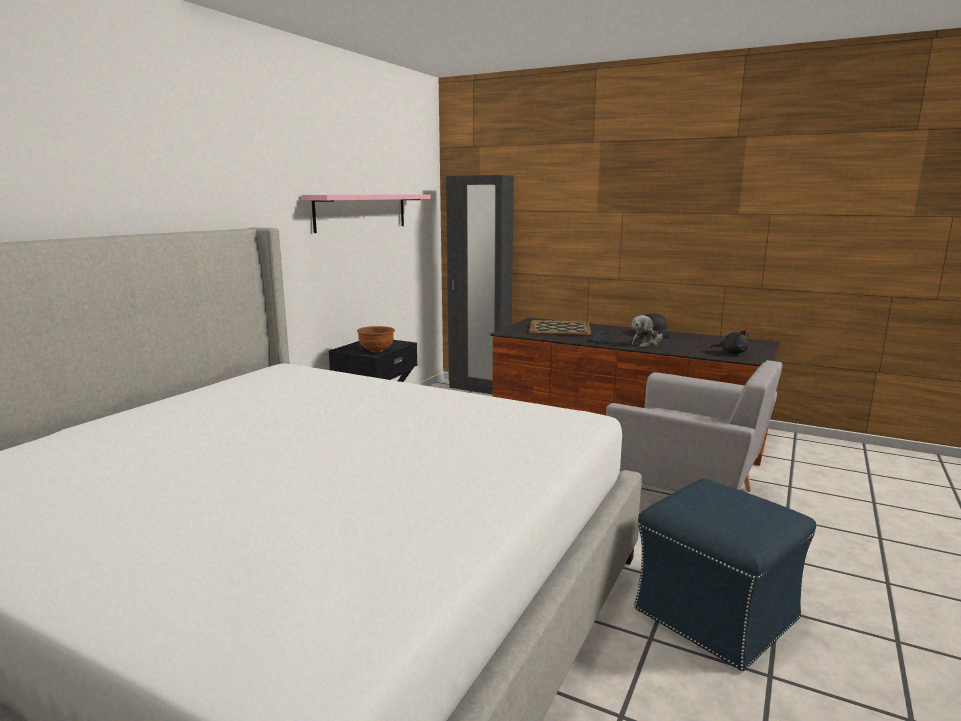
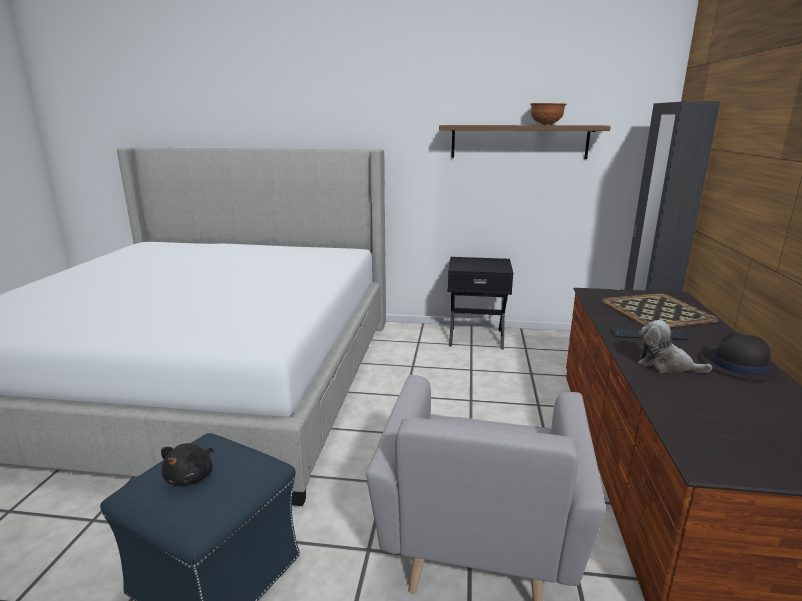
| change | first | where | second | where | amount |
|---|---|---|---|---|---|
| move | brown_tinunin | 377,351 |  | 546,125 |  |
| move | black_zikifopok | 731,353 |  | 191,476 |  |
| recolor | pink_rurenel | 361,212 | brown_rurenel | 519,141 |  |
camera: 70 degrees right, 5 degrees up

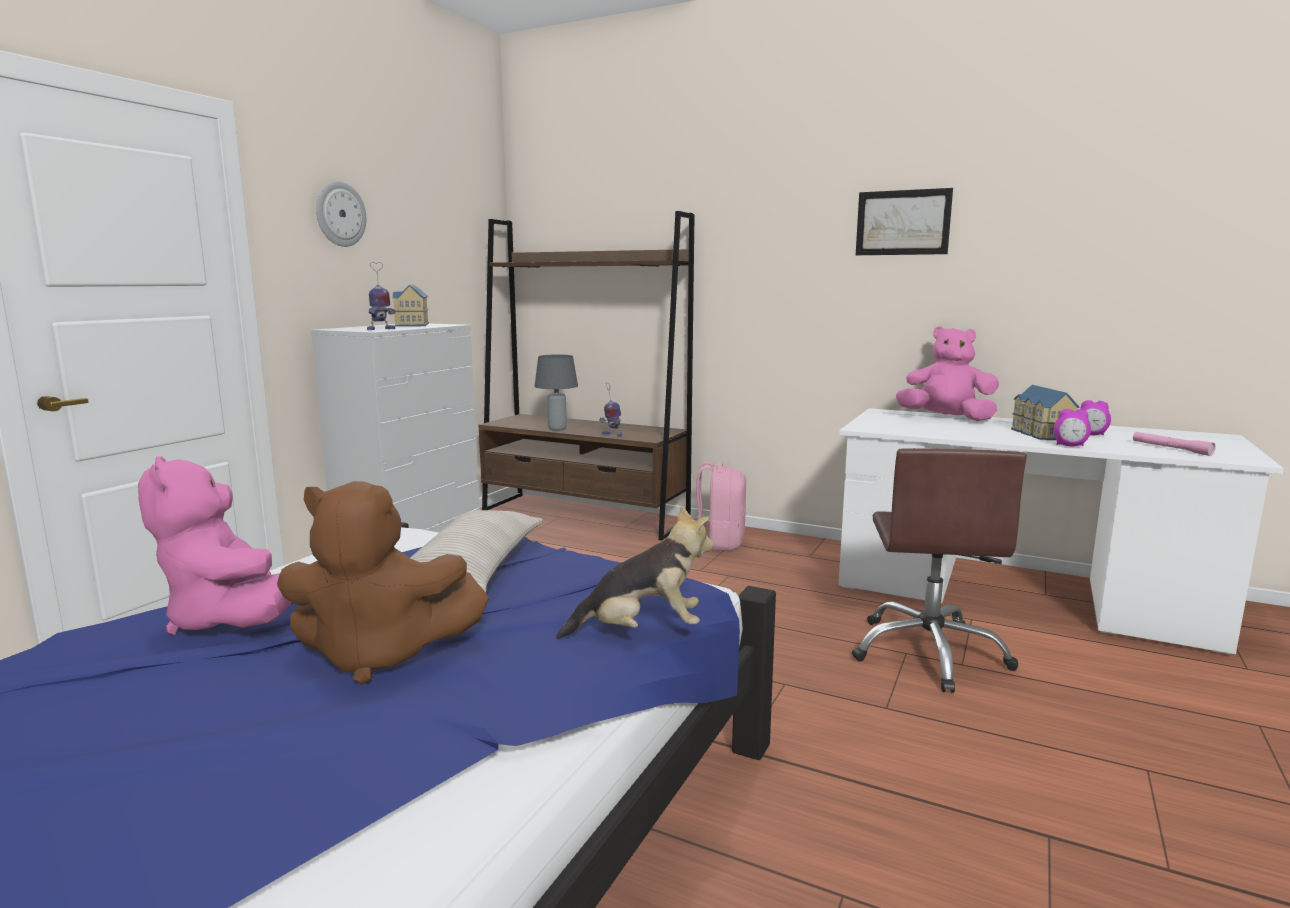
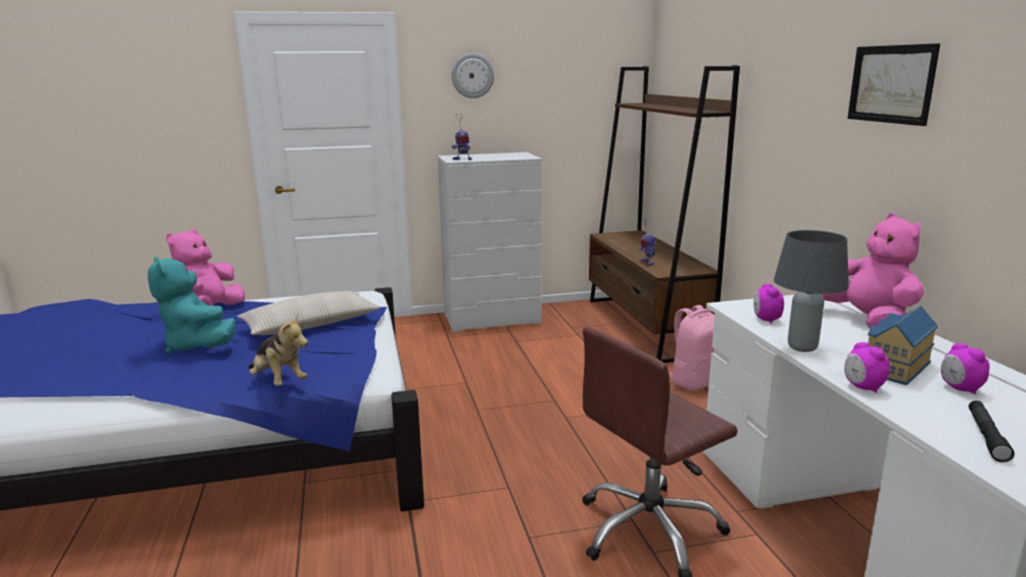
| change | first | where | second | where | amount |
|---|---|---|---|---|---|
| delete | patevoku | 411,325 |  |  |  |
| insert |  |  | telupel | 766,319 |  |
| move | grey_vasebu | 556,429 |  | 801,347 |  |
| recolor | brown_zikifopok | 380,655 | turquoise_zikifopok | 198,346 |  |
| recolor | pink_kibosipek | 1171,449 | black_kibosipek | 986,436 |  |
camera: 50 degrees right, 5 degrees up

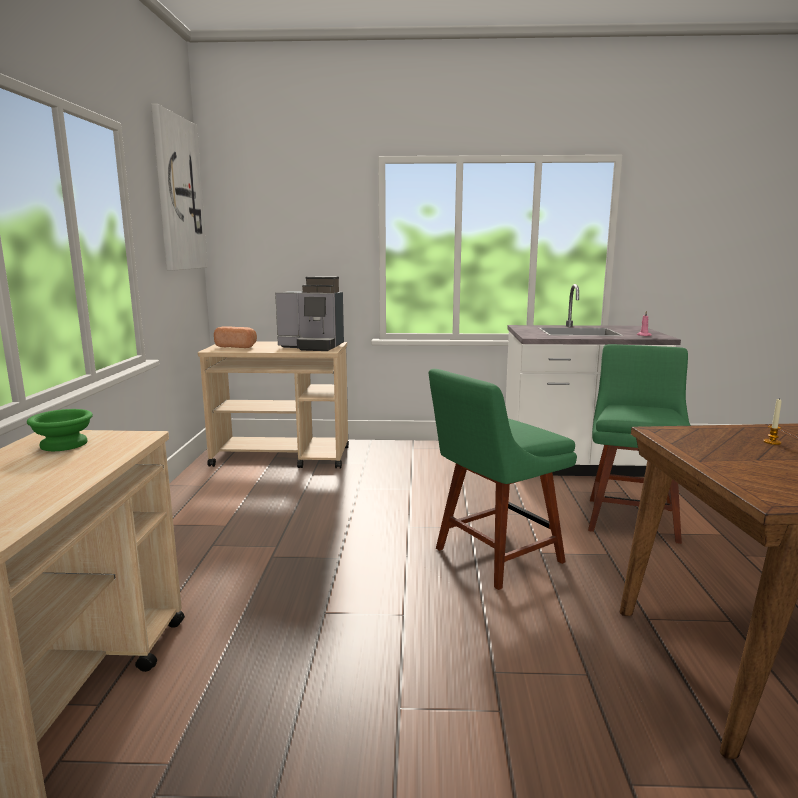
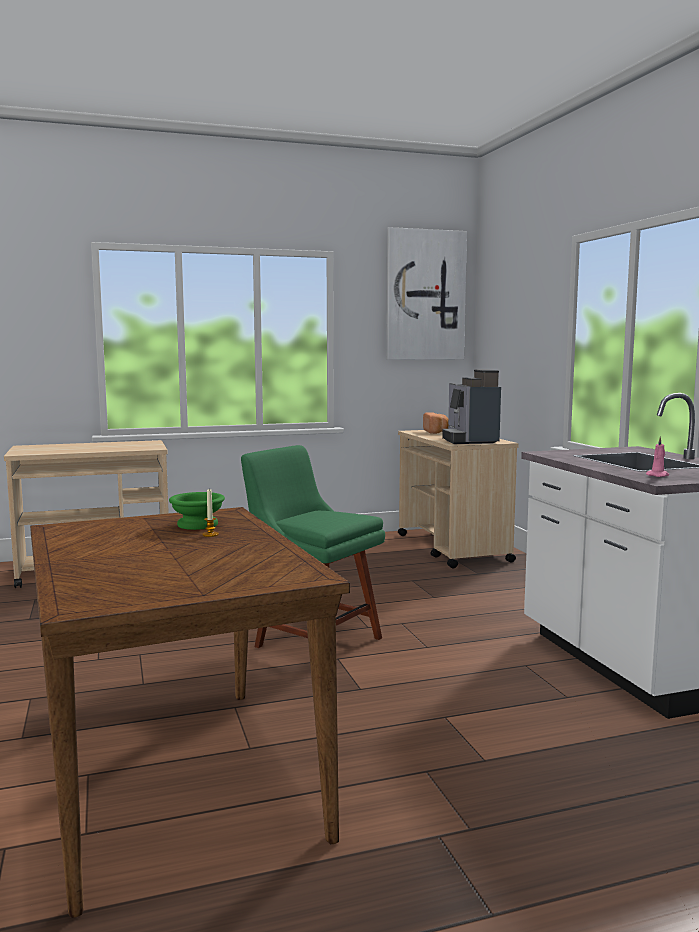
| change | first | where | second | where | amount |
|---|---|---|---|---|---|
| delete | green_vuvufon | 631,517 |  |  |  |
| move | green_tinunin | 64,444 |  | 199,524 |  |
camera: 70 degrees right, 5 degrees down

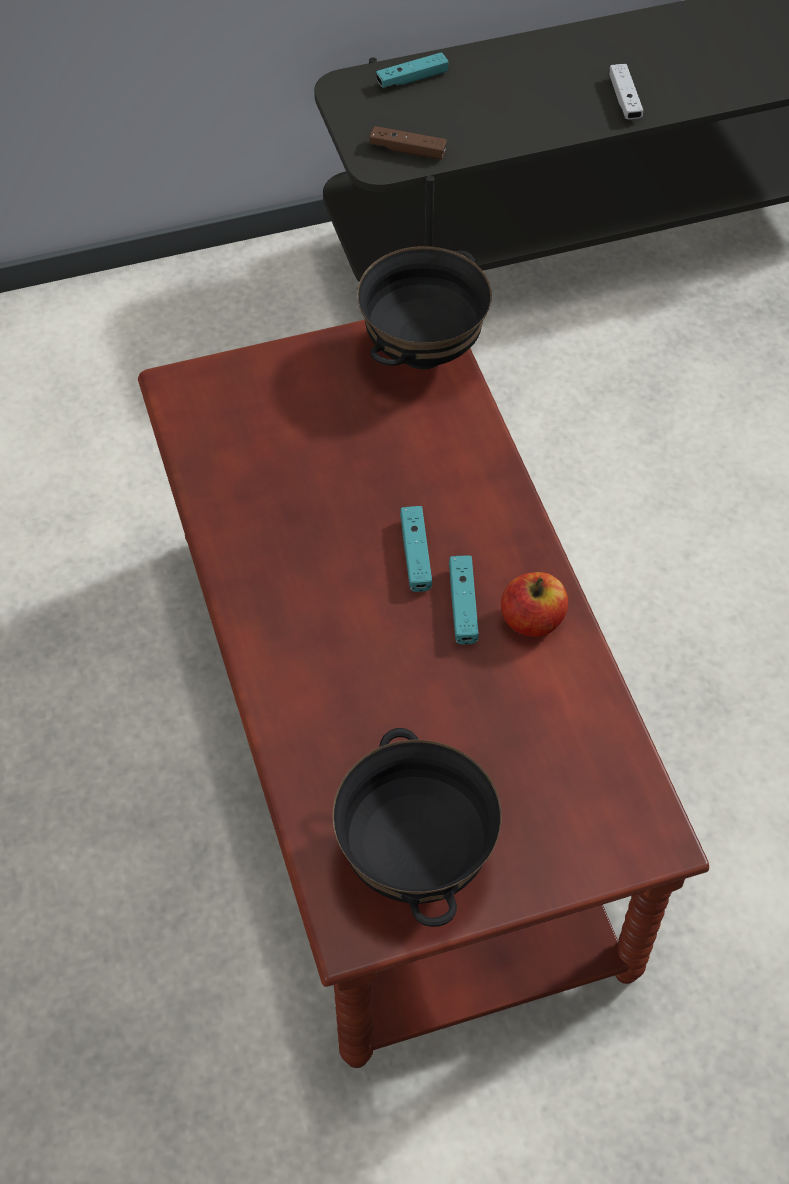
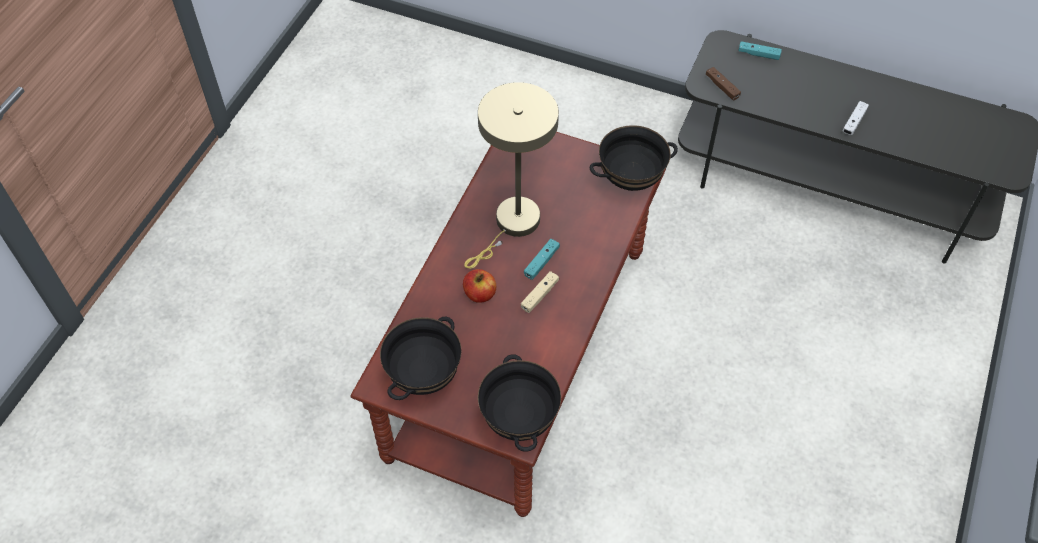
| change | first | where | second | where | amount |
|---|---|---|---|---|---|
| insert |  |  | beige_vasebu | 513,225 |  |
| insert |  |  | black_tinunin | 518,420 |  |
| move | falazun | 532,620 |  | 479,294 |  |
| recolor | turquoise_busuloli | 463,605 | beige_busuloli | 539,295 |  |
camera: 40 degrees right, 0 degrees up

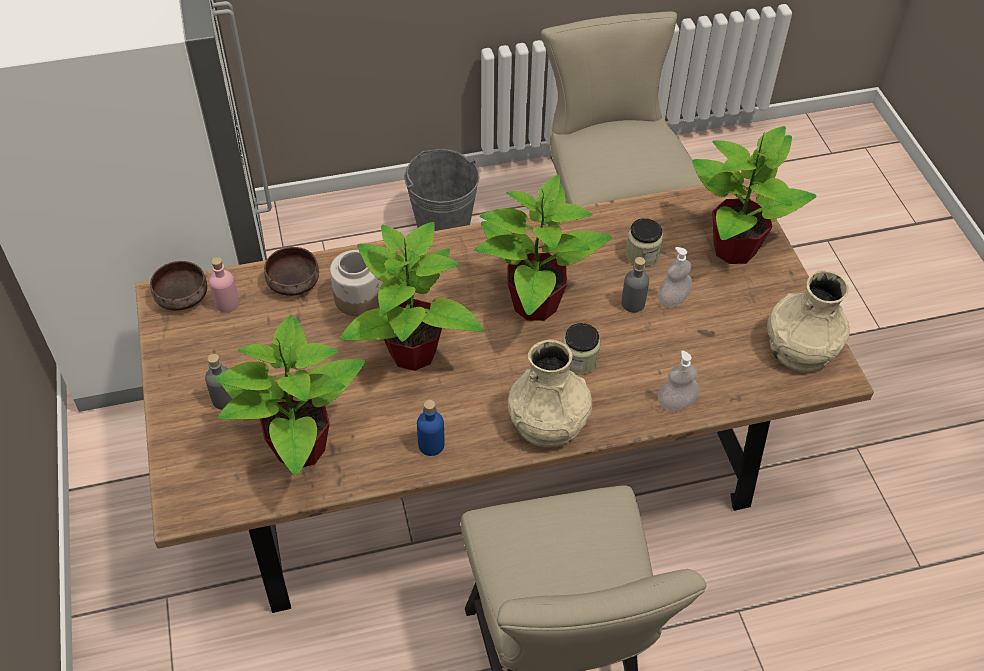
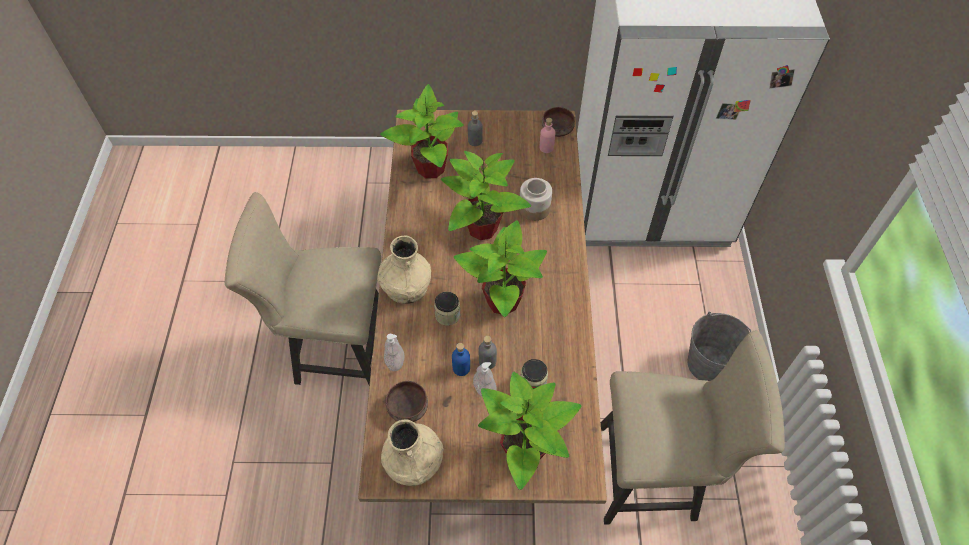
| change | first | where | second | where | amount |
|---|---|---|---|---|---|
| move | brown_tinunin | 295,282 |  | 408,408 |  |
| move | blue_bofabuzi | 431,445 |  | 461,368 |  |
camera: 105 degrees right, 5 degrees up

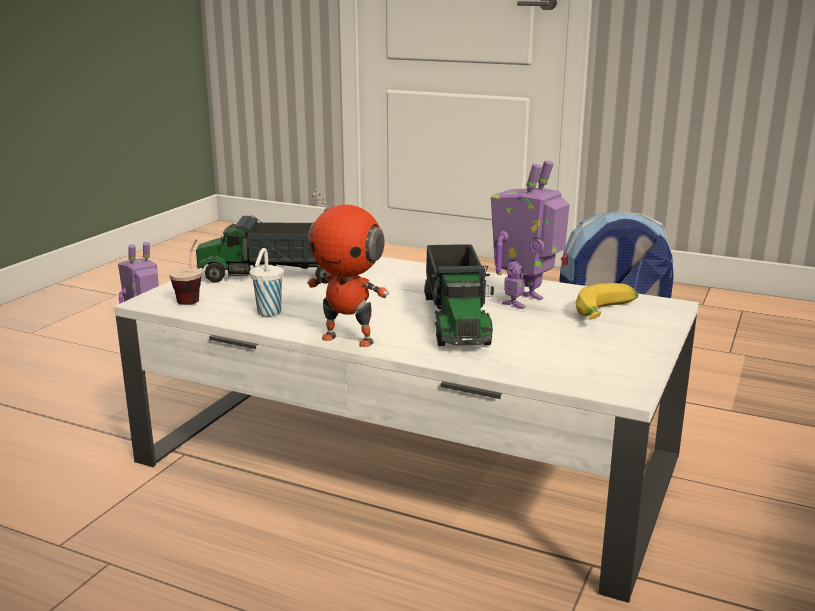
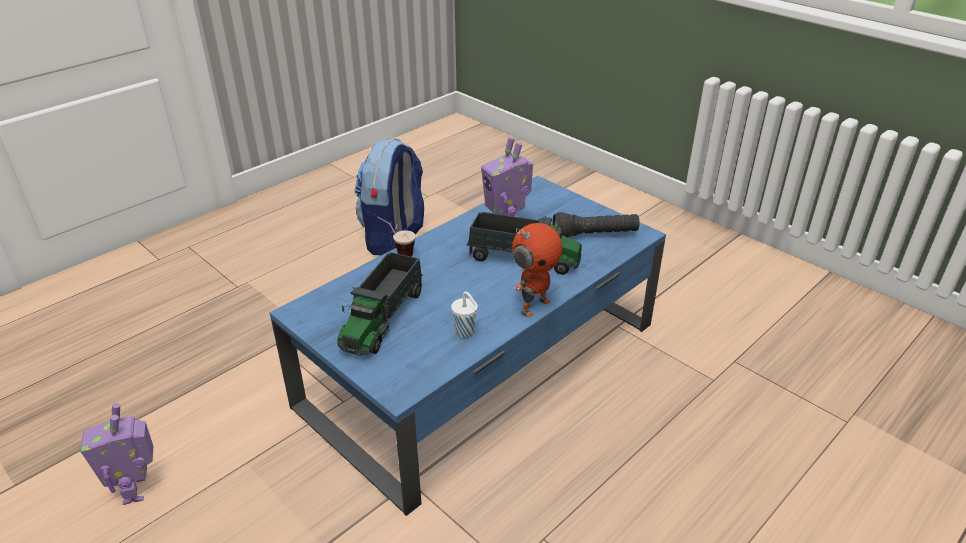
| change | first | where | second | where | amount |
|---|---|---|---|---|---|
| delete | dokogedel | 607,314 |  |  |  |
| insert |  |  | black_kibosipek | 595,235 |  |
| move | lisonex | 192,297 |  | 397,252 |  |
| recolor | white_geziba | 411,459 | blue_geziba | 483,362 |  |
camera: 70 degrees left, 15 degrees up

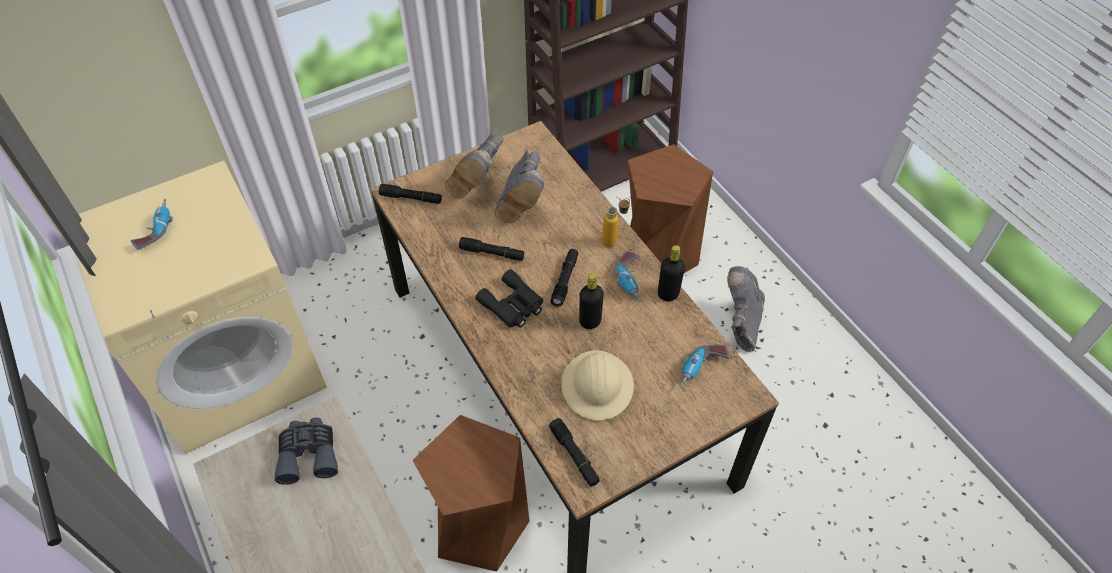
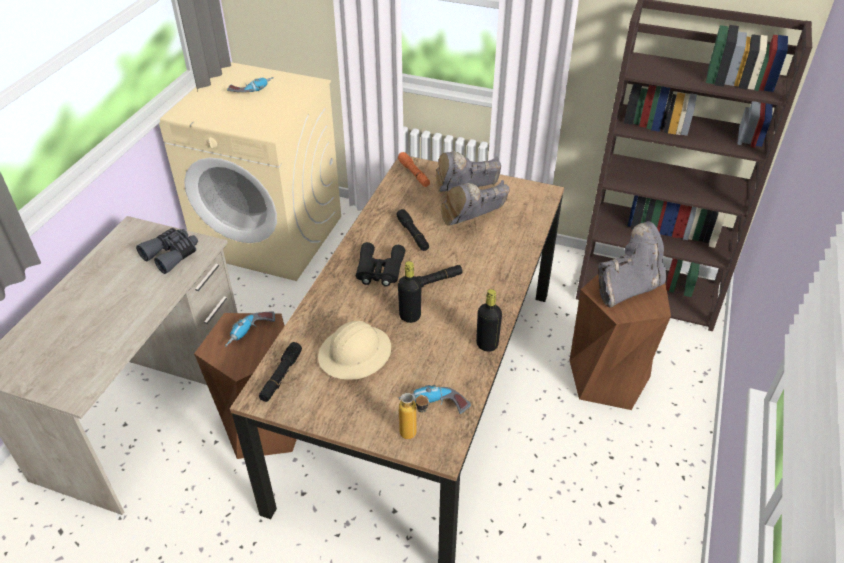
| change | first | where | second | where | amount |
|---|---|---|---|---|---|
| move | bofabuzi | 614,240 |  | 414,435 |  |
| move | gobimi | 631,281 |  | 250,333 |  |
| move | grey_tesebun | 741,324 |  | 628,288 |  |
| recolor | black_kibosipek | 411,198 | orange_kibosipek | 414,174 |  |
camera: 50 degrees right, 10 degrees down

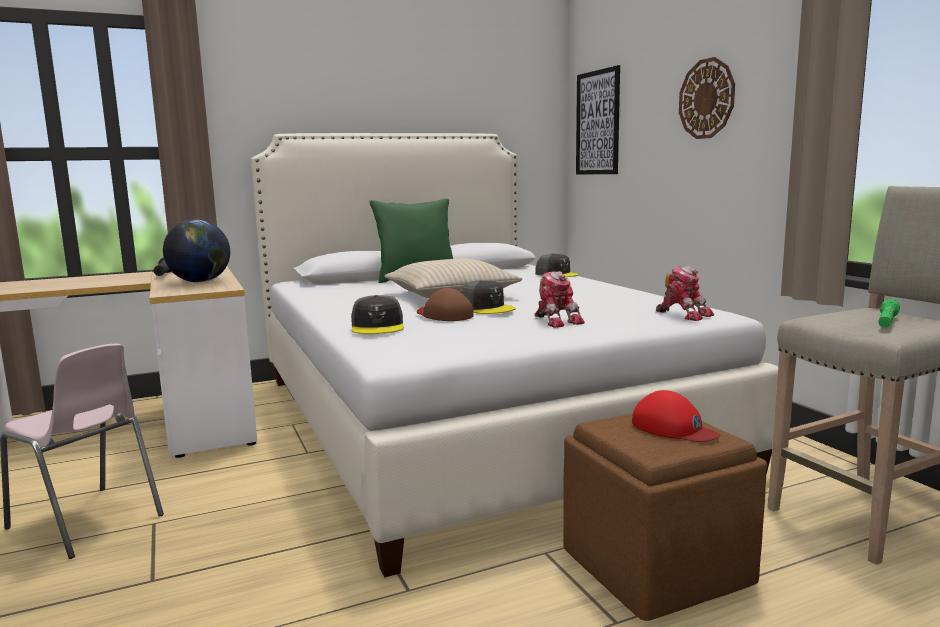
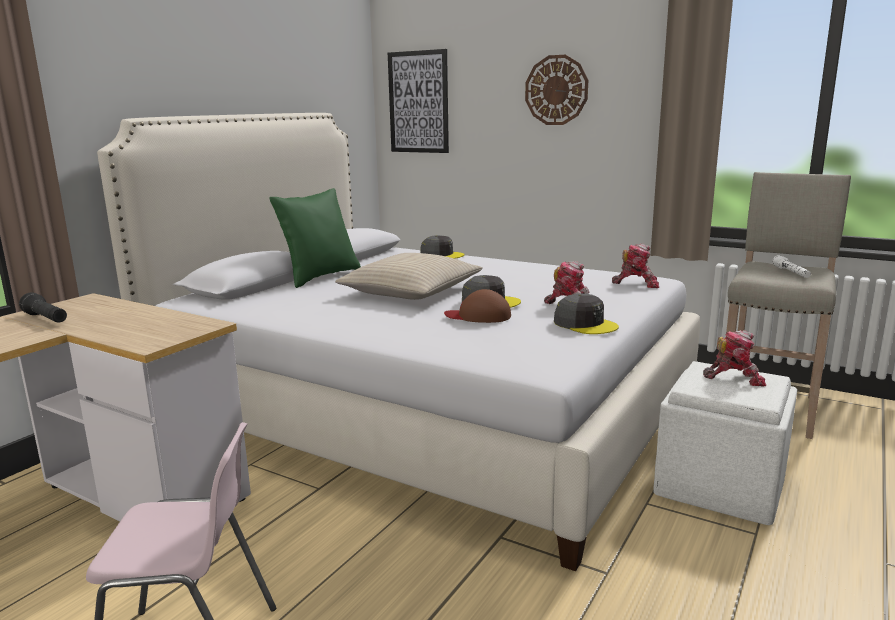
| change | first | where | second | where | amount |
|---|---|---|---|---|---|
| delete | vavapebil | 200,281 |  |  |  |
| move | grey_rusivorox | 378,326 |  | 585,324 |  |
| replace | red_rusivorox | 673,428 | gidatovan | 734,378 |  |
| recolor | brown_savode | 656,565 | white_savode | 719,484 |  |
| recolor | green_kibosipek | 886,322 | white_kibosipek | 791,273 |  |
camera: 35 degrees left, 5 degrees up

